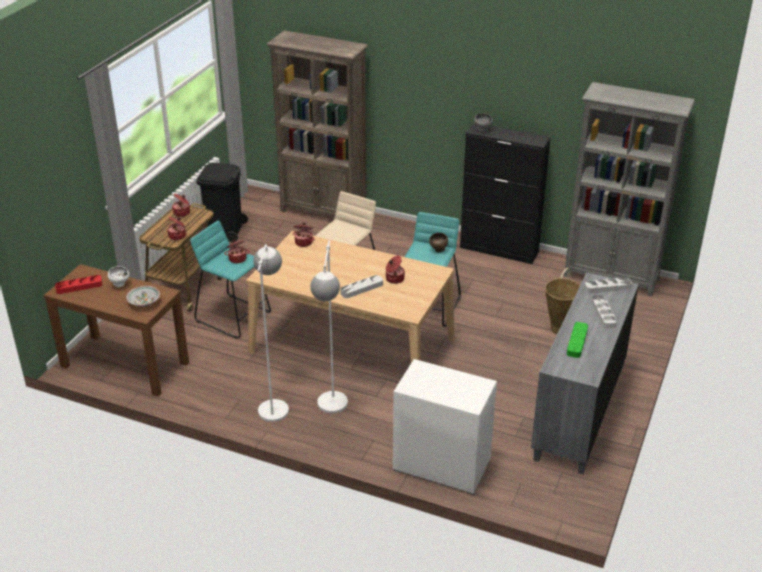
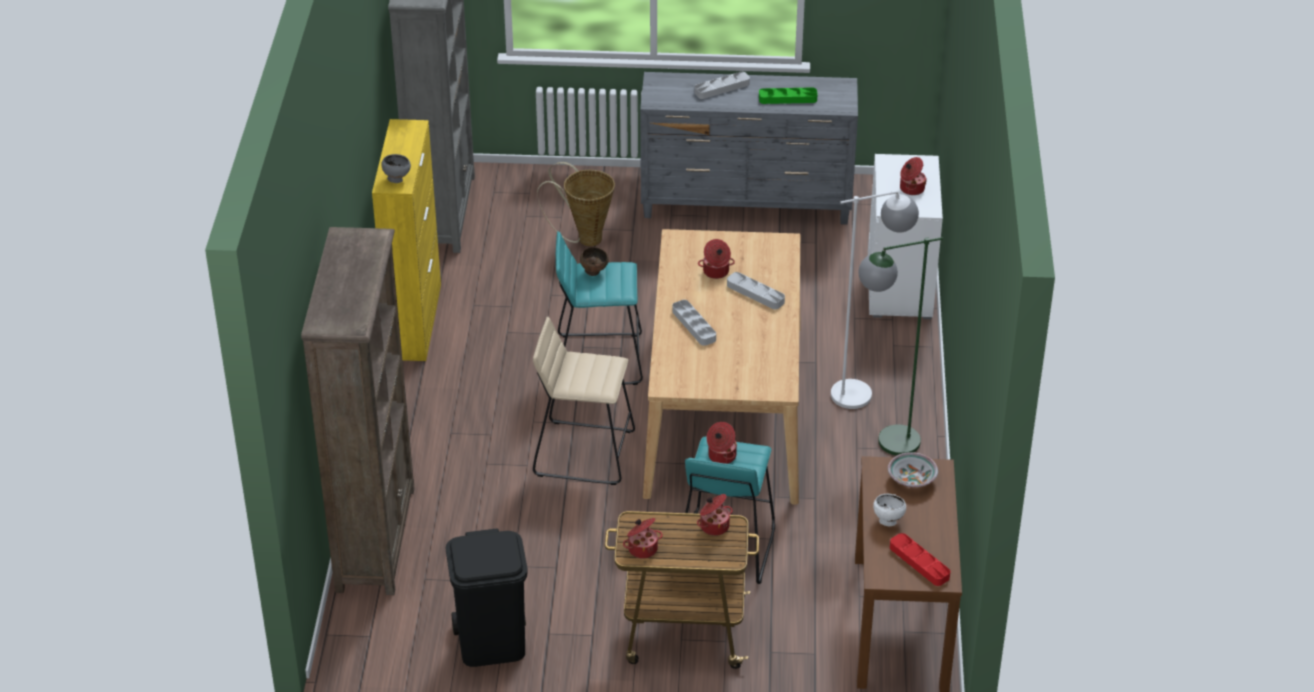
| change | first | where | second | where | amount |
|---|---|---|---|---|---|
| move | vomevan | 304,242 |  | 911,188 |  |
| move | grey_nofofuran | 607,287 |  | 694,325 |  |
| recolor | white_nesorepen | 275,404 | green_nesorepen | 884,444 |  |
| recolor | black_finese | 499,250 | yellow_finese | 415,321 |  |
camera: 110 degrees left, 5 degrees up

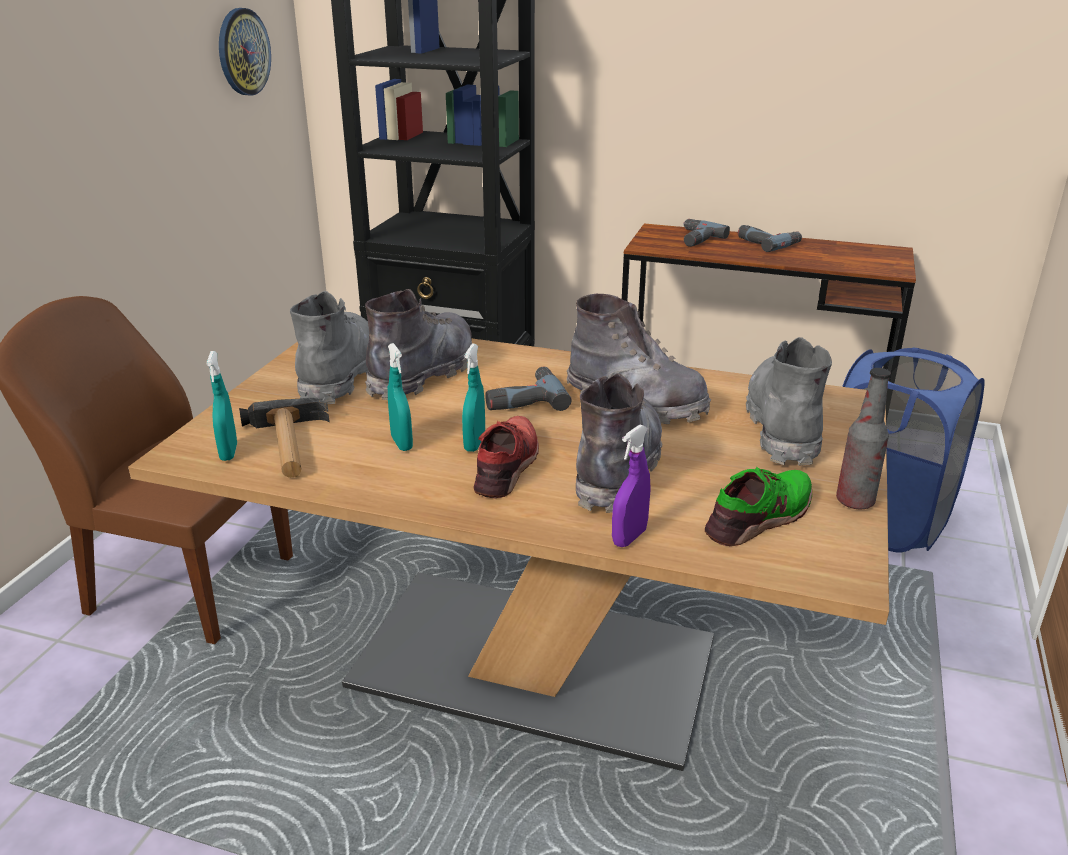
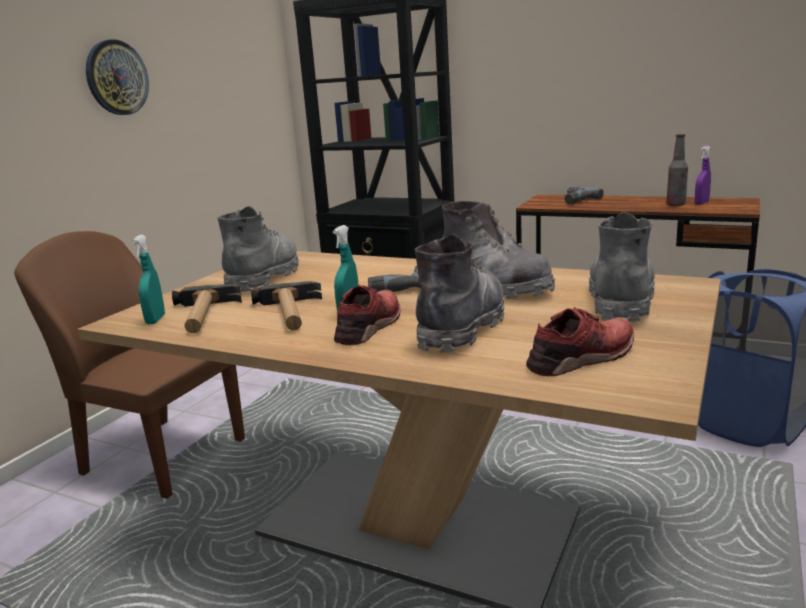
| change | first | where | second | where | amount |
|---|---|---|---|---|---|
| delete | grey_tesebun | 424,373 |  |  |  |
| delete | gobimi | 767,242 |  |  |  |
| move | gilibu | 243,52 |  | 116,78 |  |
| move | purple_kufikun | 629,537 |  | 701,203 |  |
| move | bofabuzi | 855,501 |  | 675,205 |  |
| replace | turquoise_kufikun | 401,443 | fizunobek | 291,313 |  |
| recolor | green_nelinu | 760,518 | red_nelinu | 582,357 |  |
camera: 10 degrees right, 10 degrees down

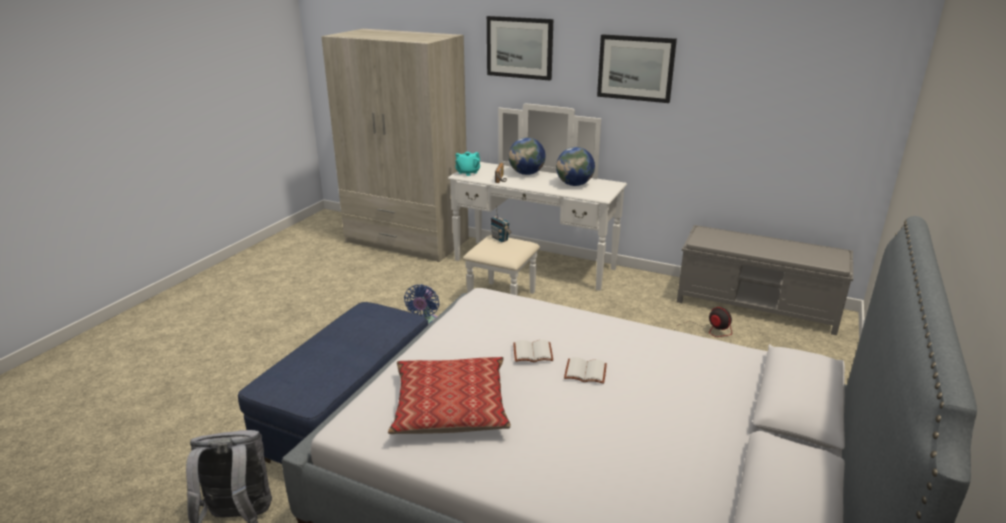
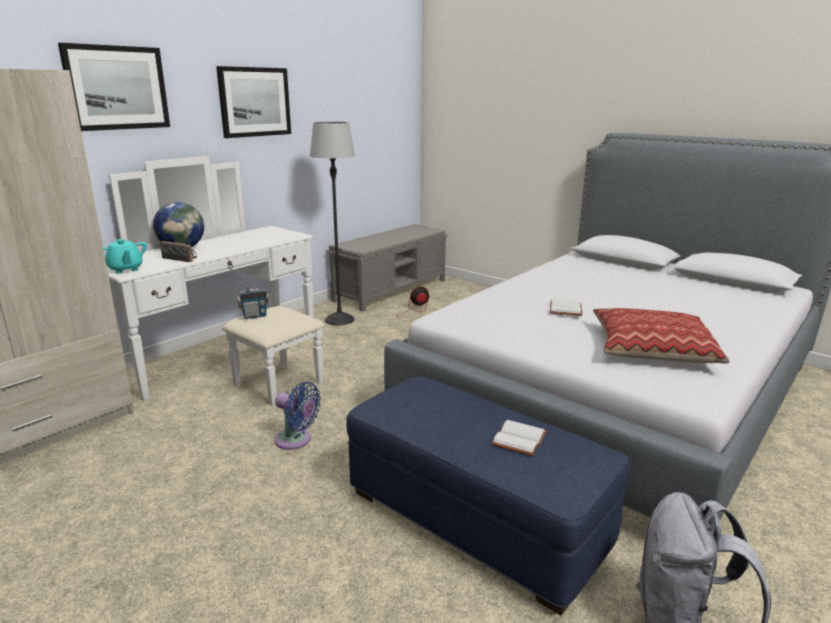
| change | first | where | second | where | amount |
|---|---|---|---|---|---|
| delete | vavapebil | 574,184 |  |  |  |
| insert |  |  | nesorepen | 340,319 |  |
| move | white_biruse | 584,373 |  | 520,440 |  |
camera: 75 degrees left, 5 degrees down

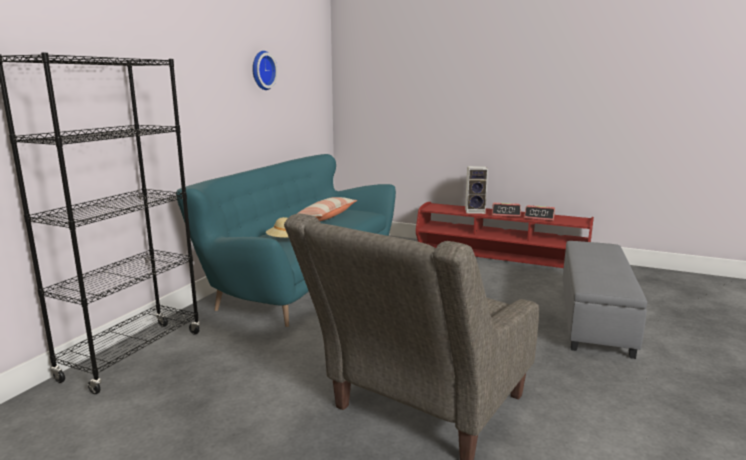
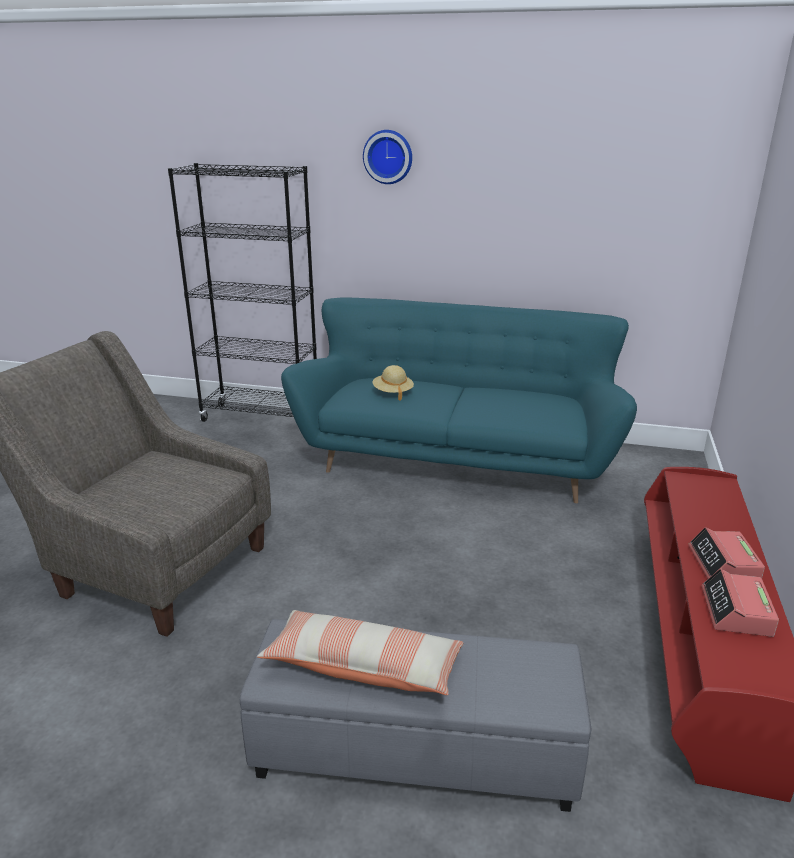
| change | first | where | second | where | amount |
|---|---|---|---|---|---|
| delete | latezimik | 475,211 |  |  |  |
| move | gilibu | 261,70 |  | 388,156 |  |
| move | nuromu | 325,218 |  | 363,666 |  |
camera: 80 degrees right, 10 degrees up

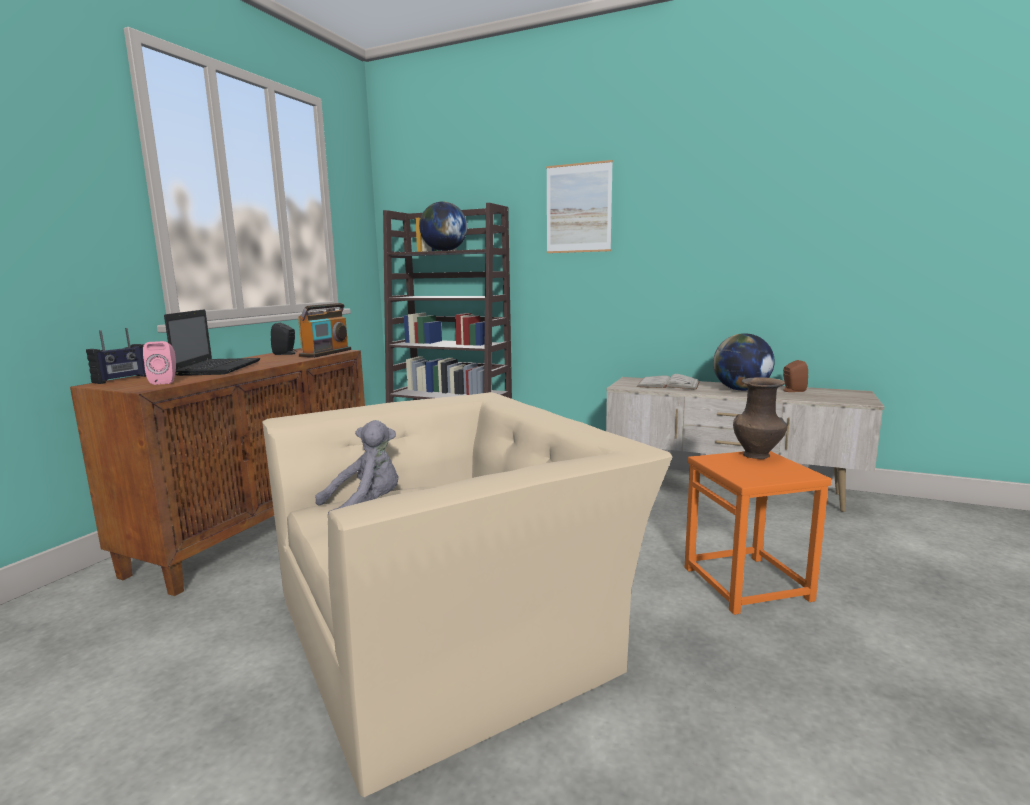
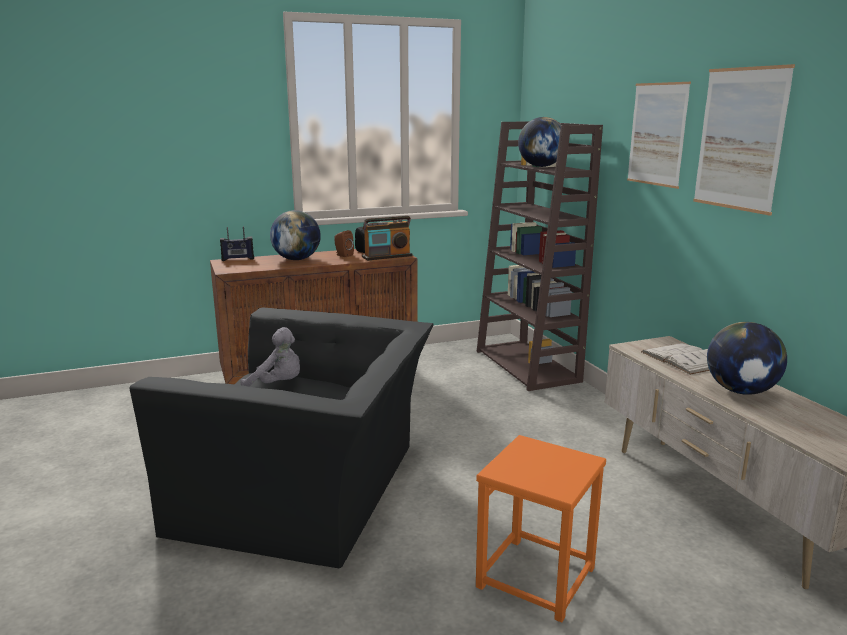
| change | first | where | second | where | amount |
|---|---|---|---|---|---|
| delete | pink_latezimik | 165,382 |  |  |  |
| delete | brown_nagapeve | 757,455 |  |  |  |
| insert |  |  | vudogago | 740,139 |  |
| move | brown_latezimik | 792,391 |  | 343,255 |  |
| replace | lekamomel | 219,368 | vavapebil | 296,259 |  |
| recolor | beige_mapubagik | 453,626 | black_mapubagik | 309,489 |  |
camera: 45 degrees right, 5 degrees up

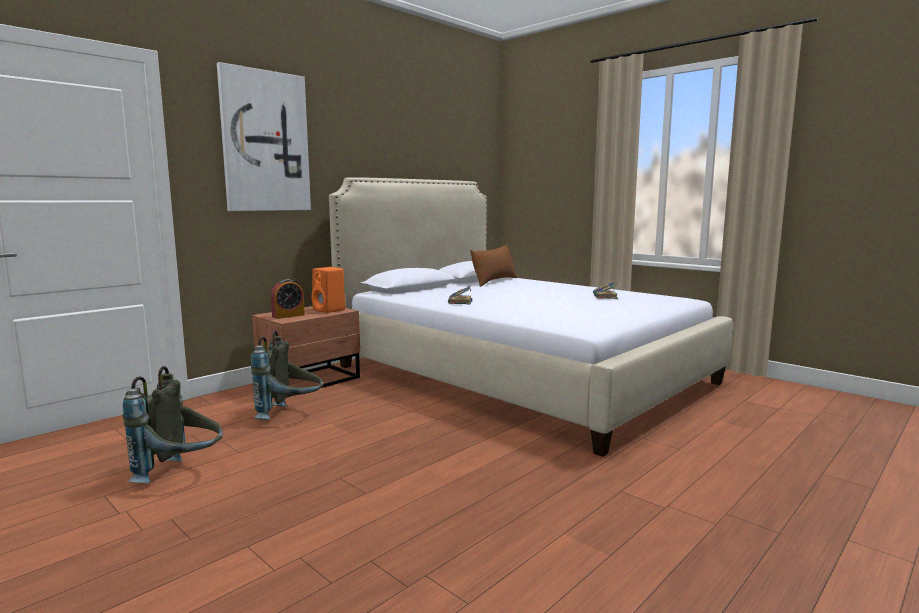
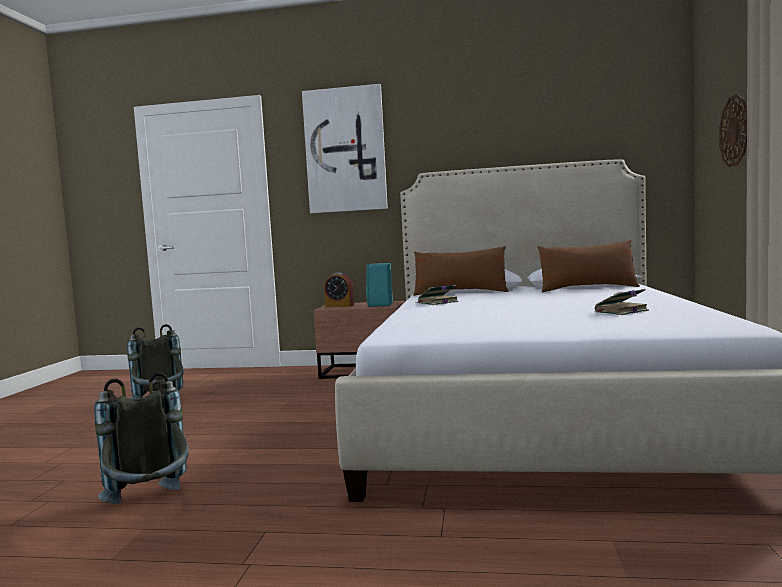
| change | first | where | second | where | amount |
|---|---|---|---|---|---|
| insert |  |  | brown_nuromu | 460,293 |  |
| insert |  |  | gilibu | 735,131 |  |
| move | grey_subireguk | 291,414 |  | 150,506 |  |
| recolor | orange_latezimik | 330,310 | turquoise_latezimik | 380,305 |  |
camera: 55 degrees right, 5 degrees down

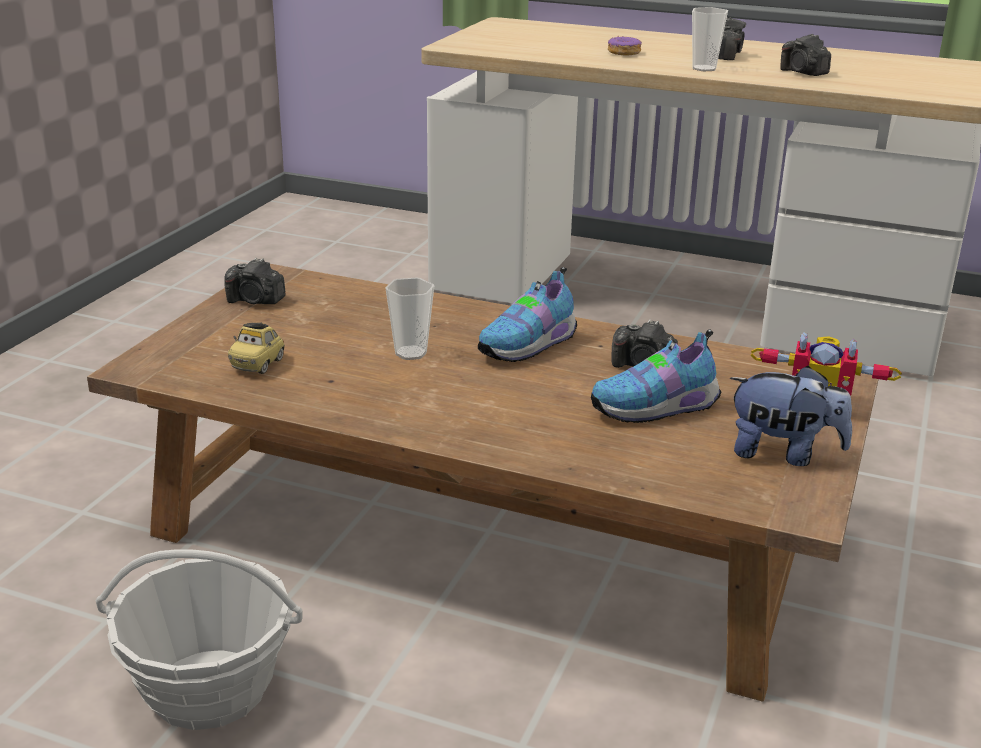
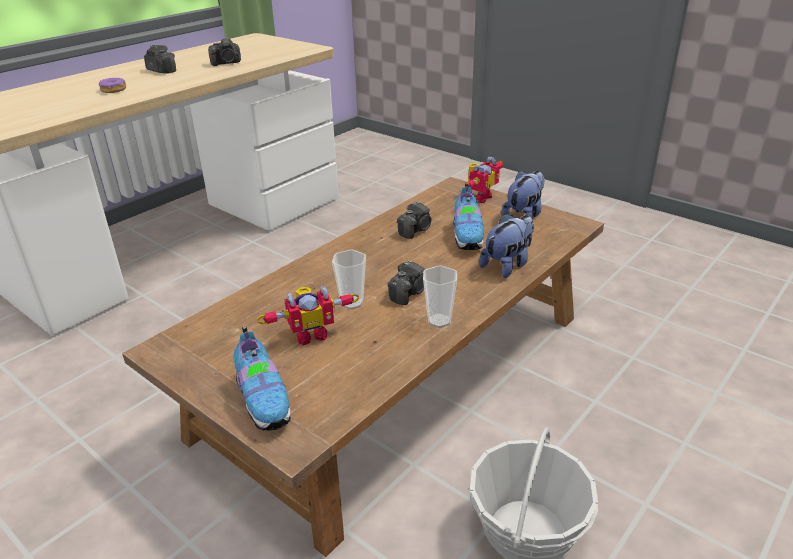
| change | first | where | second | where | amount |
|---|---|---|---|---|---|
| delete | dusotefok | 258,364 |  |  |  |
| insert |  |  | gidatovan | 310,334 |  |
| insert |  |  | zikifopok | 507,265 |  |
| move | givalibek | 255,301 |  | 408,293 |  |
| move | nelinu | 530,347 |  | 264,400 |  |
| move | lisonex | 704,68 |  | 439,321 |  |
camera: 70 degrees left, 5 degrees up

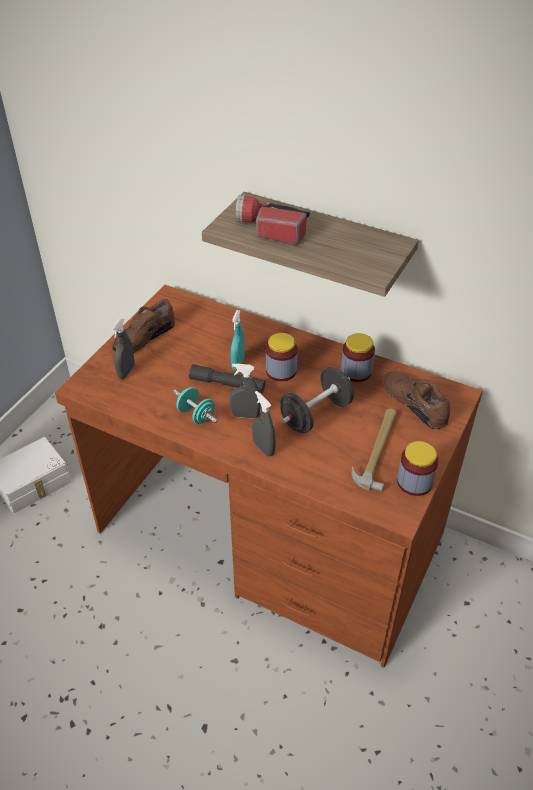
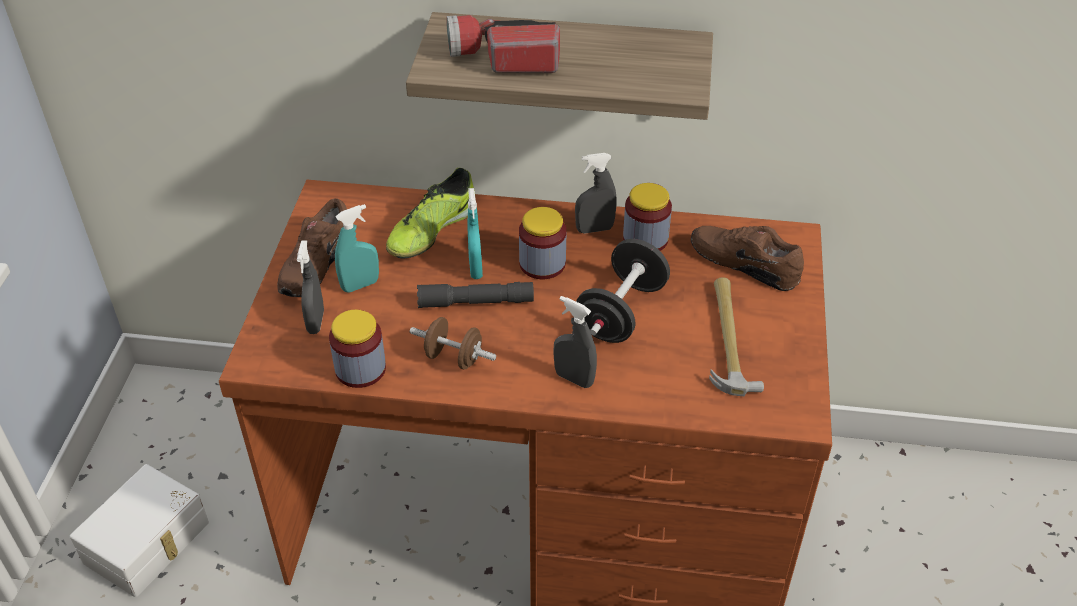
| change | first | where | second | where | amount |
|---|---|---|---|---|---|
| insert |  |  | turquoise_kufikun | 360,285 |  |
| insert |  |  | nelinu | 431,231 |  |
| move | grey_kufikun | 245,415 |  | 594,229 |  |
| move | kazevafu | 414,482 |  | 360,369 |  |
| recolor | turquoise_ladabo | 196,415 | brown_ladabo | 454,357 |  |
camera: 20 degrees left, 0 degrees up

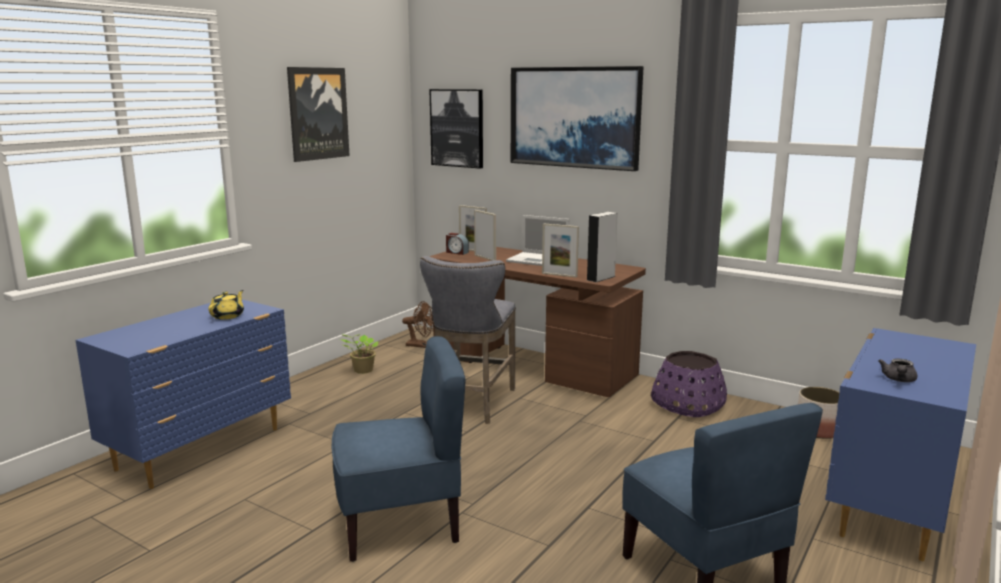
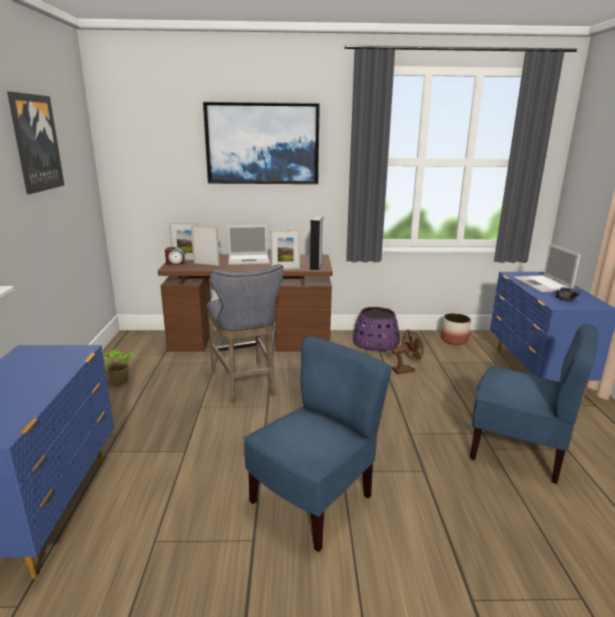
| change | first | where | second | where | amount |
|---|---|---|---|---|---|
| delete | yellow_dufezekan | 228,316 |  |  |  |
| delete | vudogago | 457,128 |  |  |  |
| insert |  |  | lekamomel | 543,284 |  |
| move | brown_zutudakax | 421,345 |  | 406,370 |  |
camera: 35 degrees left, 5 degrees up

